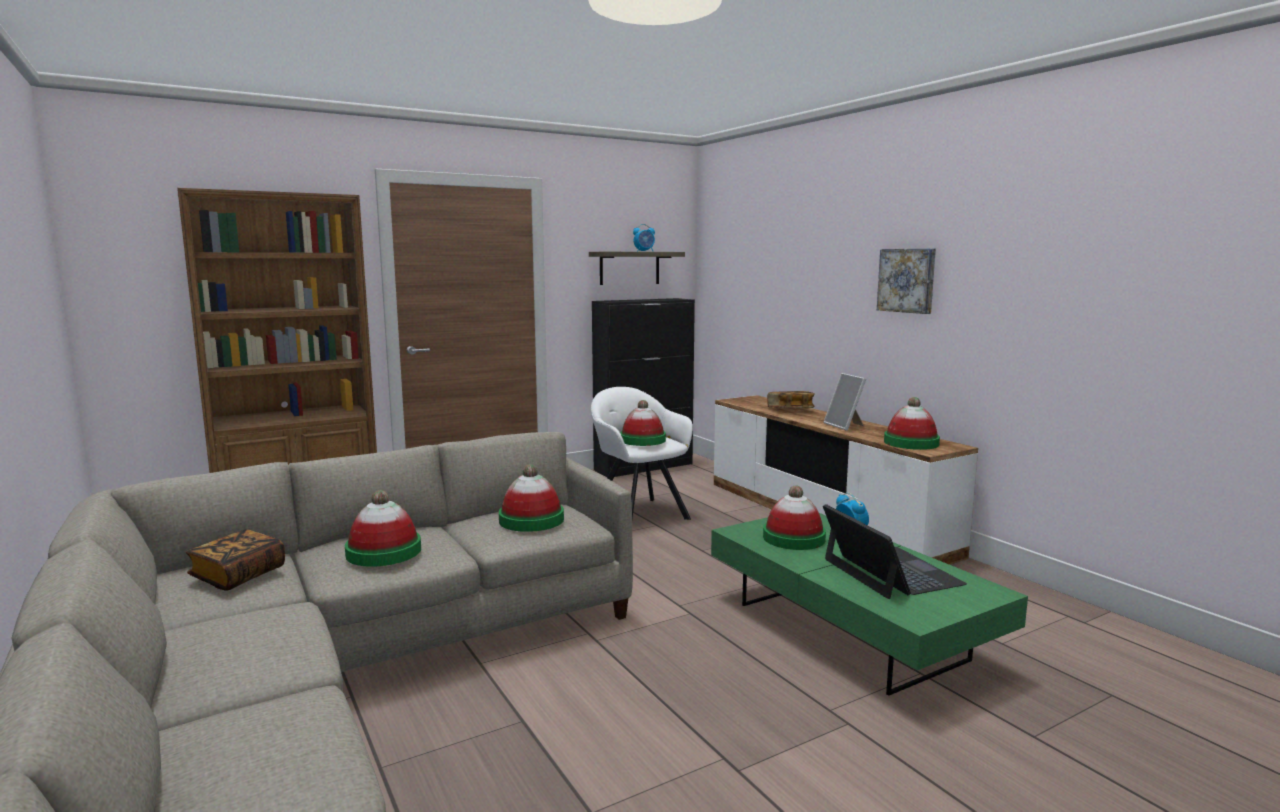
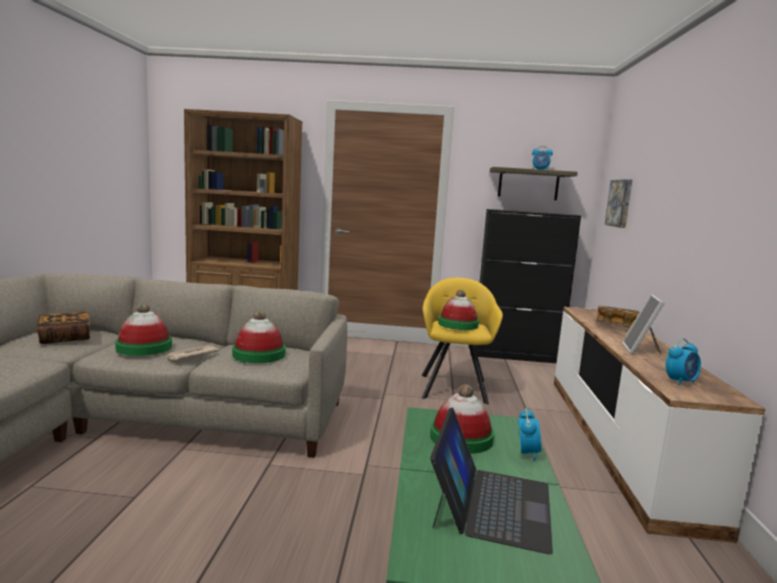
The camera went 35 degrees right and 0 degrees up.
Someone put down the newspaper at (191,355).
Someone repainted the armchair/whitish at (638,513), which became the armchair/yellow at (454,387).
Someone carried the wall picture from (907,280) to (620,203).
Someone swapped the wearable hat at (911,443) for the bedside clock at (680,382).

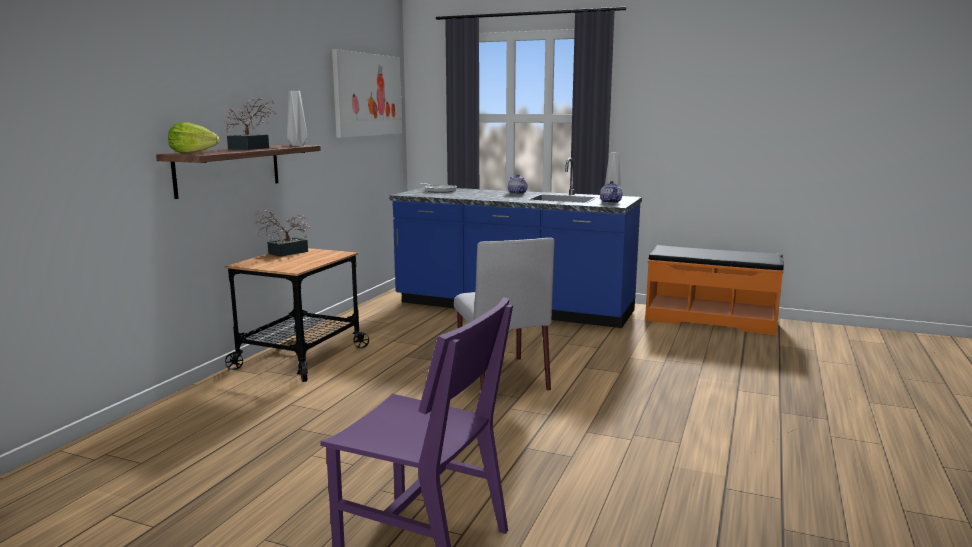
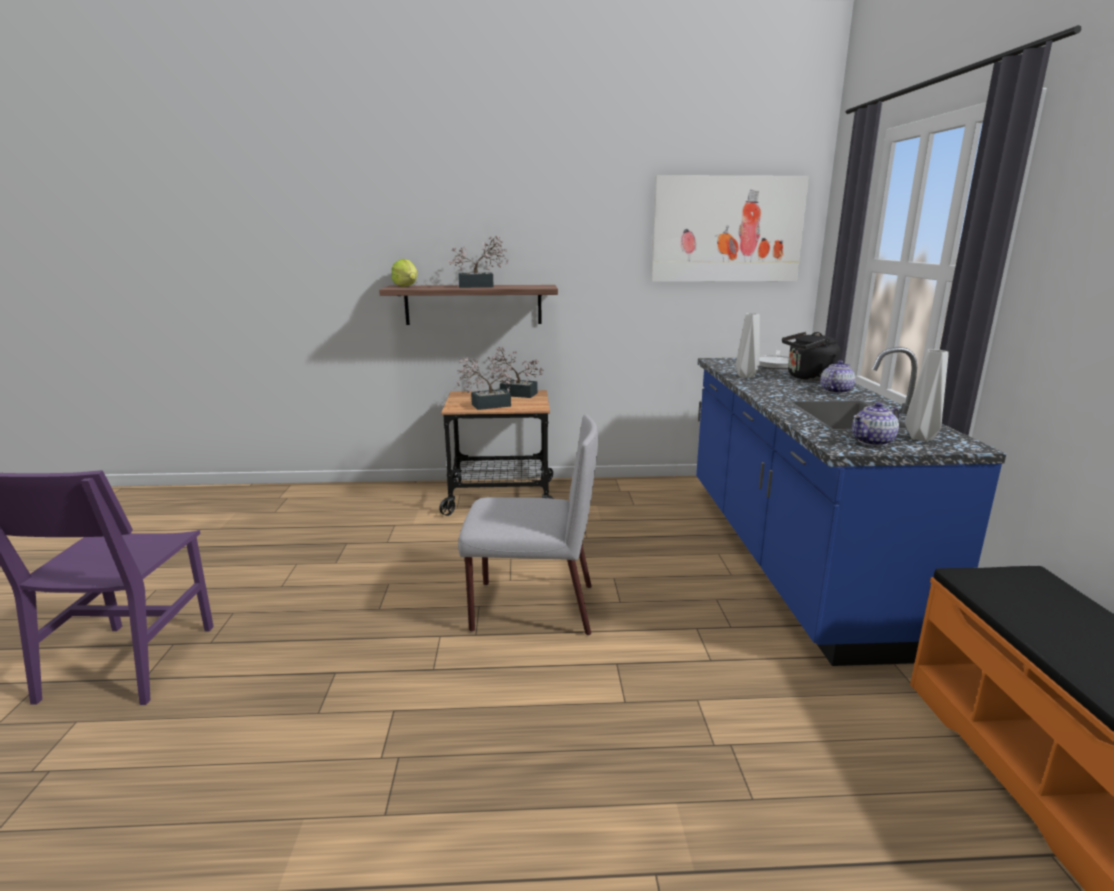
The camera went 65 degrees right and 5 degrees up.
Someone put down the potted plant at (486,405).
Someone rotated the upright chair/gray at (501,377) by 135 degrees counterclockwise.
Someone carried the flower vase/gray from (297,145) to (745,376).
Someone put down the tea kettle/black-coloured at (808,378).

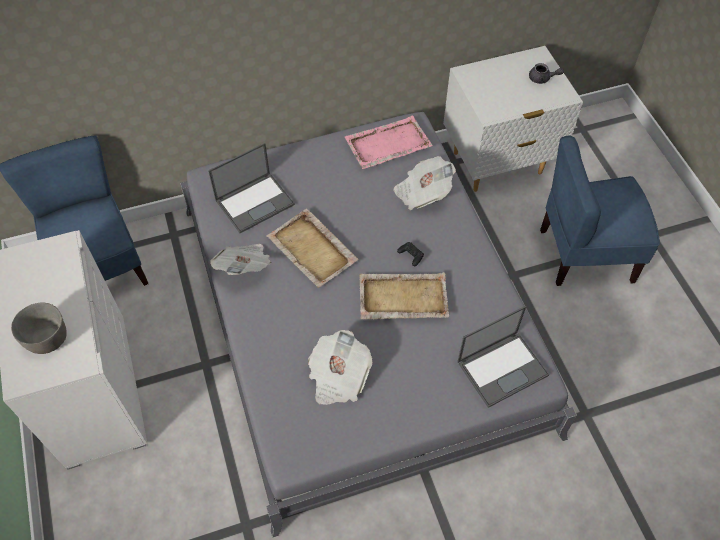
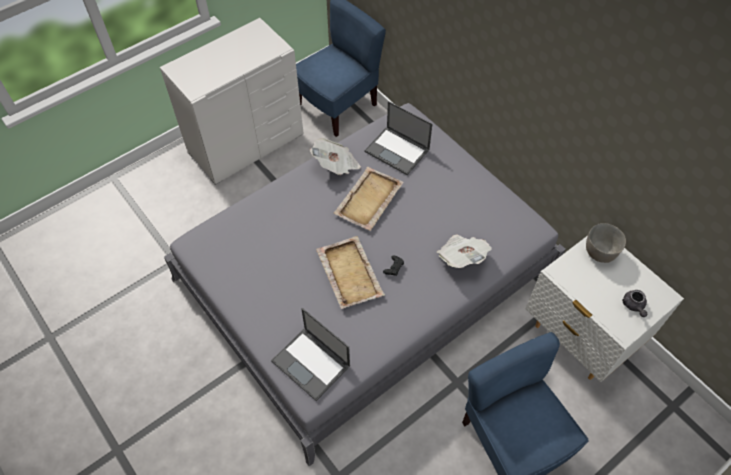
The camera went 70 degrees right and 0 degrees up.
Someone carried the serving bowl/gray from (47,338) to (600,251).
Someone took away the newspaper at (338,377).
Someone took away the serving tray/pinkish at (387,144).

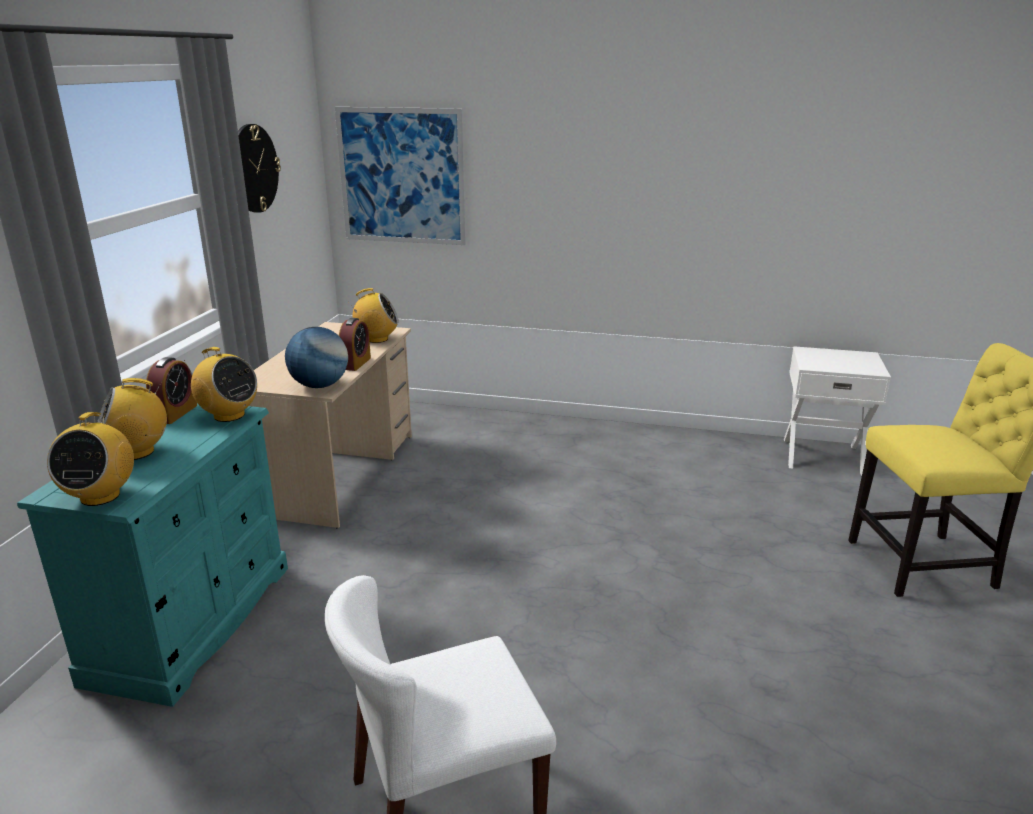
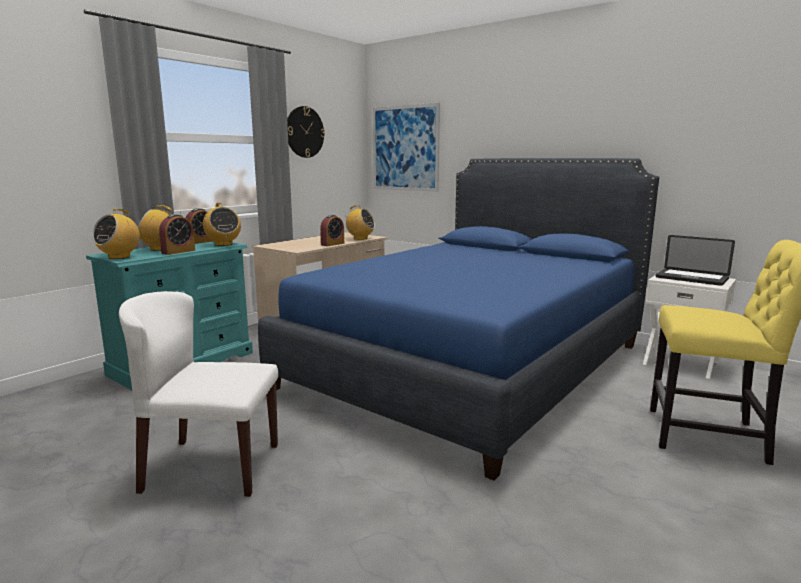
The camera went 25 degrees right and 10 degrees down.
Someone put down the bedside clock at (178,252).
Someone put down the bed/blue-coloured at (471,365).
Someone put down the portable computer at (691,278).
Someone took away the globe at (319,385).

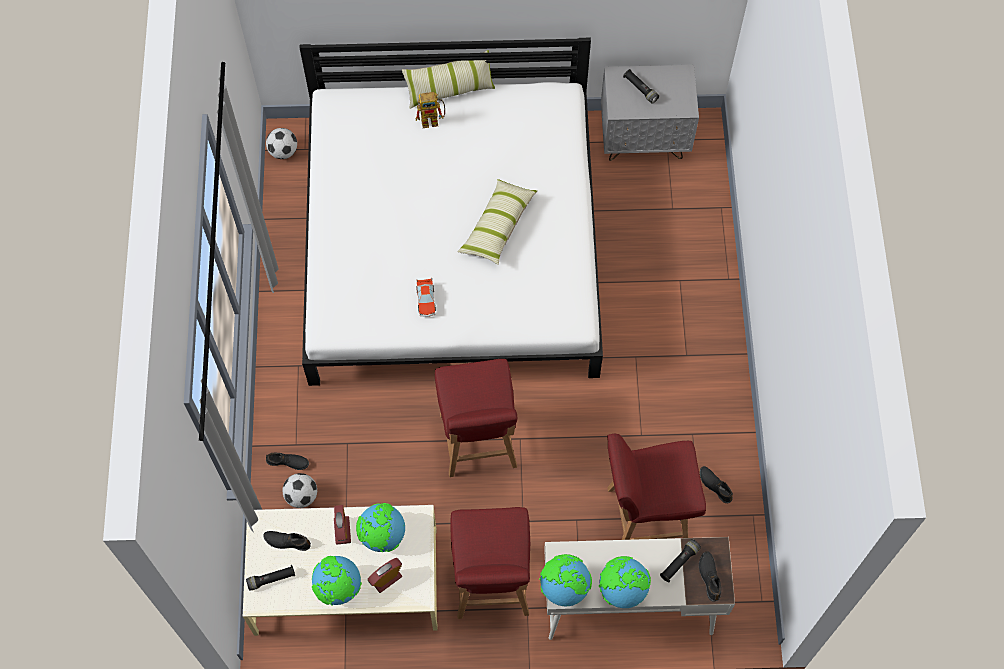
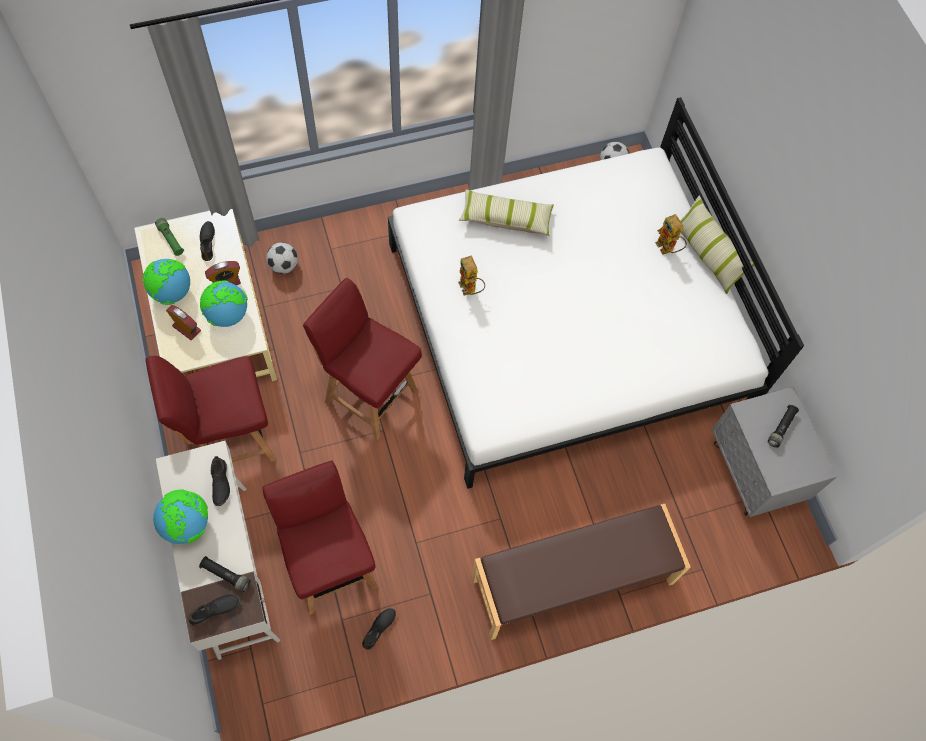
The camera went 70 degrees right and 0 degrees up.
Someone repainted the hand torch/black-coloured at (271,579), which became the hand torch/green-coloured at (170,240).
Someone carried the low shoe/black-coloured from (288,462) to (220,483).
Someone rotated the upright chair/red-coloured at (478,443) by 60 degrees clockwise.
Someone swapped the toy car at (426,301) for the model robot at (470,290).
Someone carried the throw pillow from (497,226) to (506,218).
Someone put down the indoor bench/brownish at (573,581).
Someone took away the globe at (564,587).

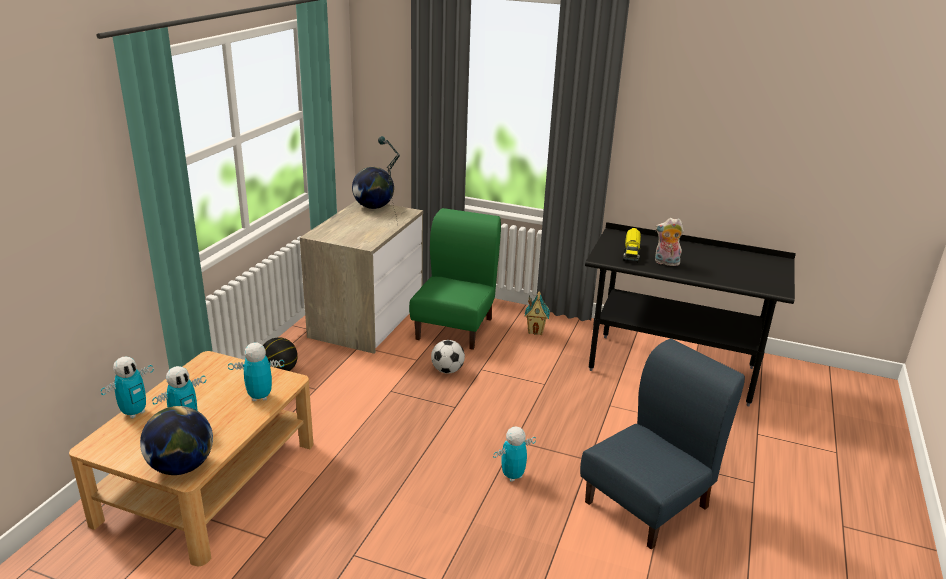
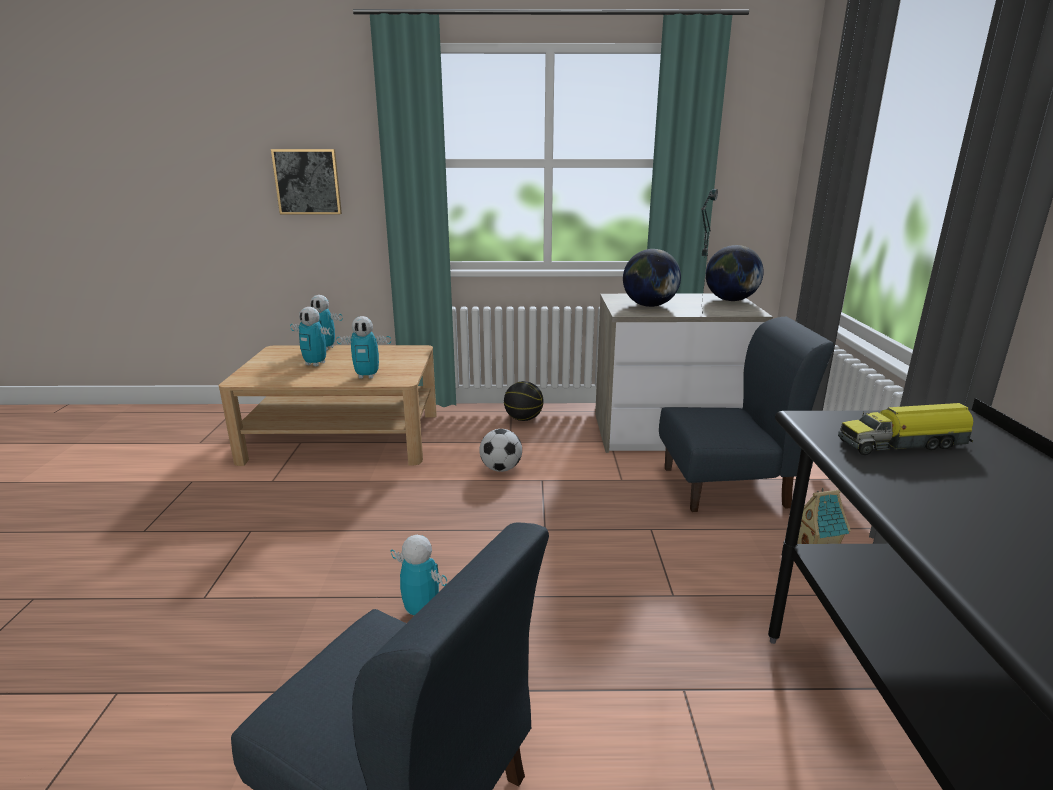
The camera went 70 degrees right and 5 degrees down.
Someone put up the wall picture at (307,182).
Someone rotated the model robot at (259,397) by 120 degrees clockwise.
Someone carried the football ball from (447,370) to (501,469).
Someone carried the globe from (181,467) to (649,305).
Someone repainted the upright chair/green-coloured at (455,328), which became the upright chair/blue-coloured at (726,487).
Someone took away the soft toy at (666,263).

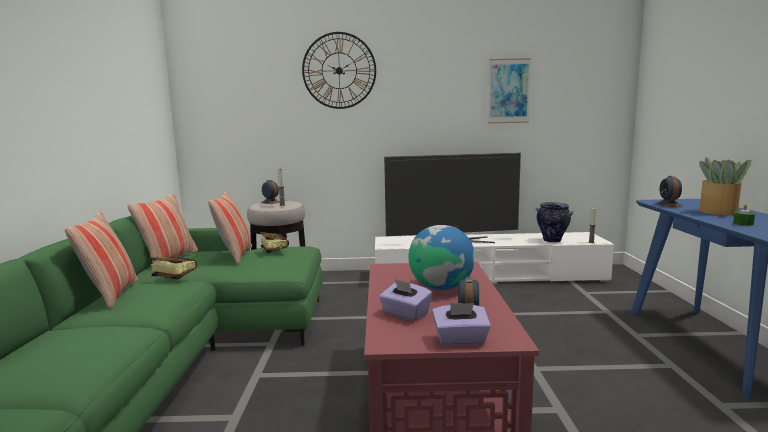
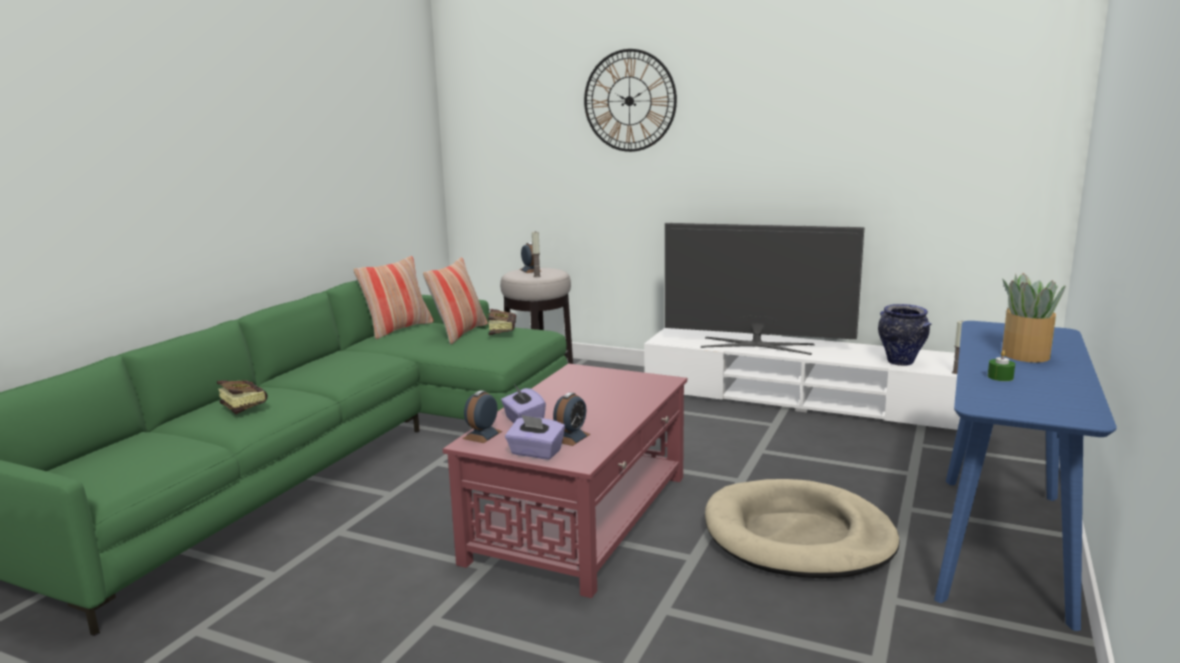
The camera went 25 degrees right and 5 degrees up.
Someone carried the volume from (171,277) to (241,407).
Someone carried the bedside clock from (669,205) to (482,435).
Someone put down the dog bed/beige-coloured at (798,536).
Someone took away the throw pillow at (111,294).
Someone took away the globe at (441,287).
Someone took away the wall picture at (509,91).

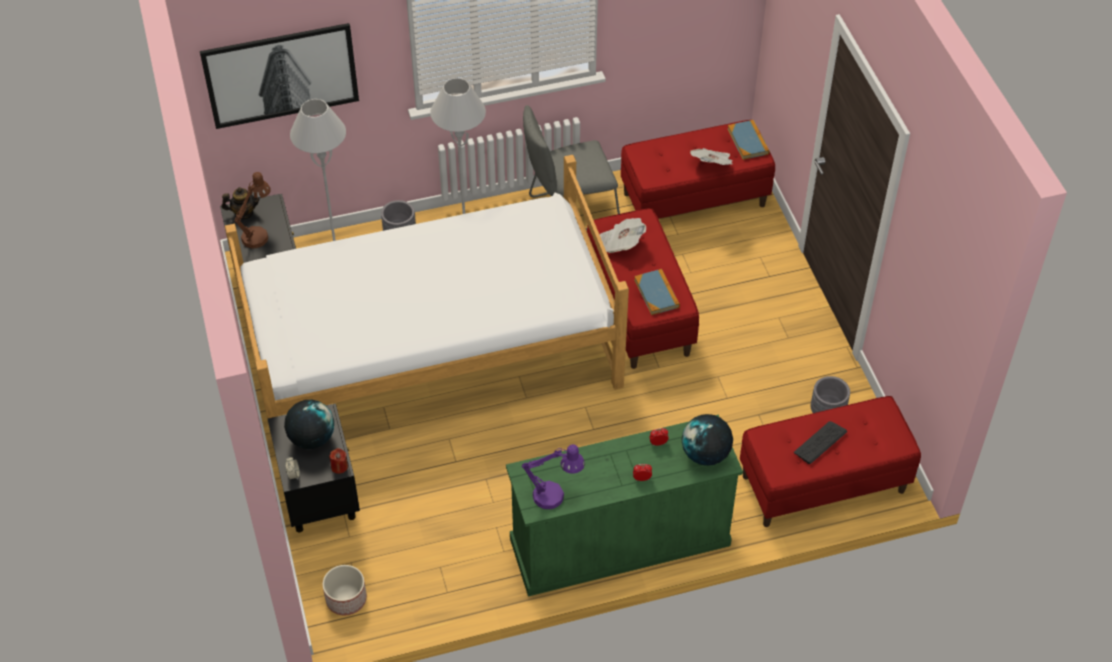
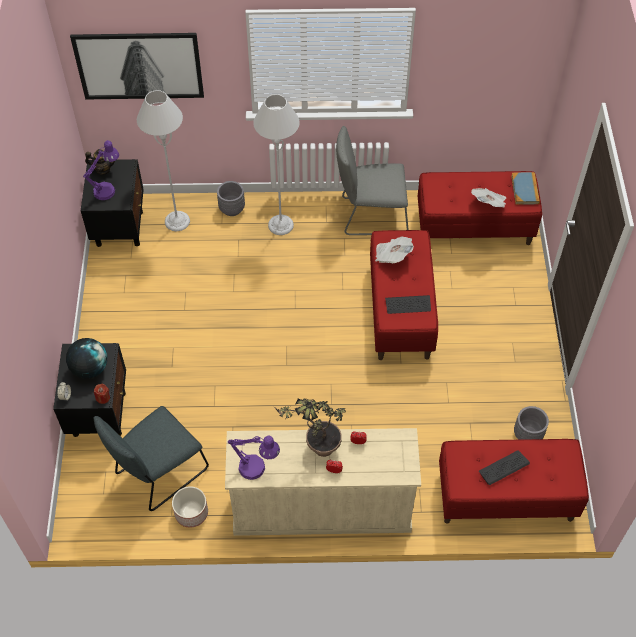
The camera went 15 degrees right and 5 degrees up.
Someone repainted the table lamp/brownish at (258,234), which became the table lamp/purple at (108,189).
Someone put down the upright chair/gray at (158,473).
Someone carried the plant pot from (346,598) to (191,512).
Someone repainted the dresser/green-coloured at (618,543), which became the dresser/beige-coloured at (320,507).
Someone put down the potted plant at (315,447).
Someone swapped the volume at (656,293) for the PC keyboard at (408,305).
Someone took away the bed at (431,355).
Someone took away the globe at (705,454).

